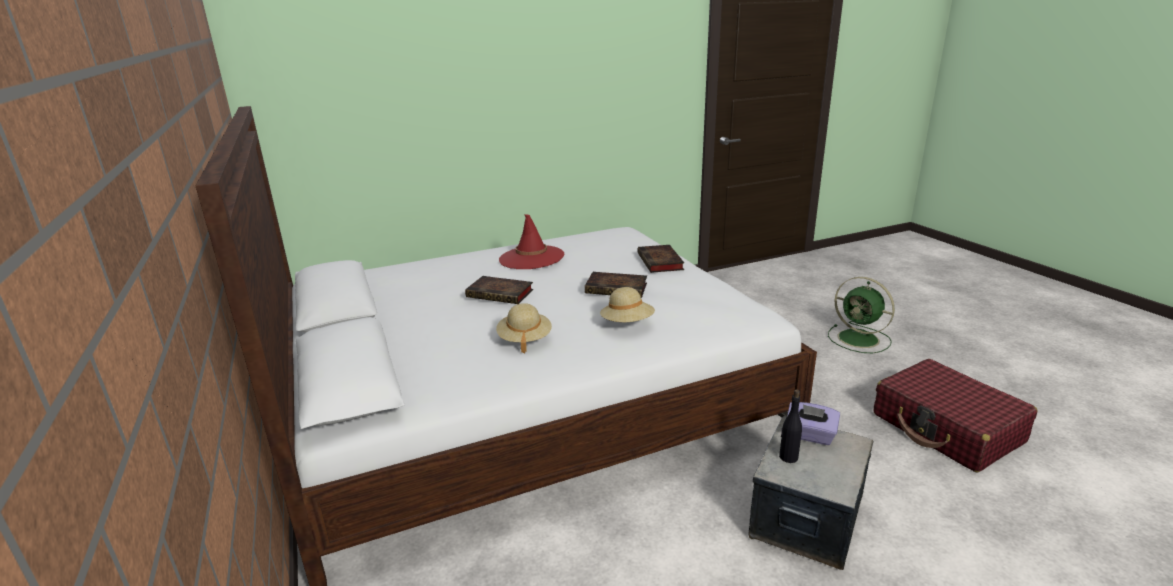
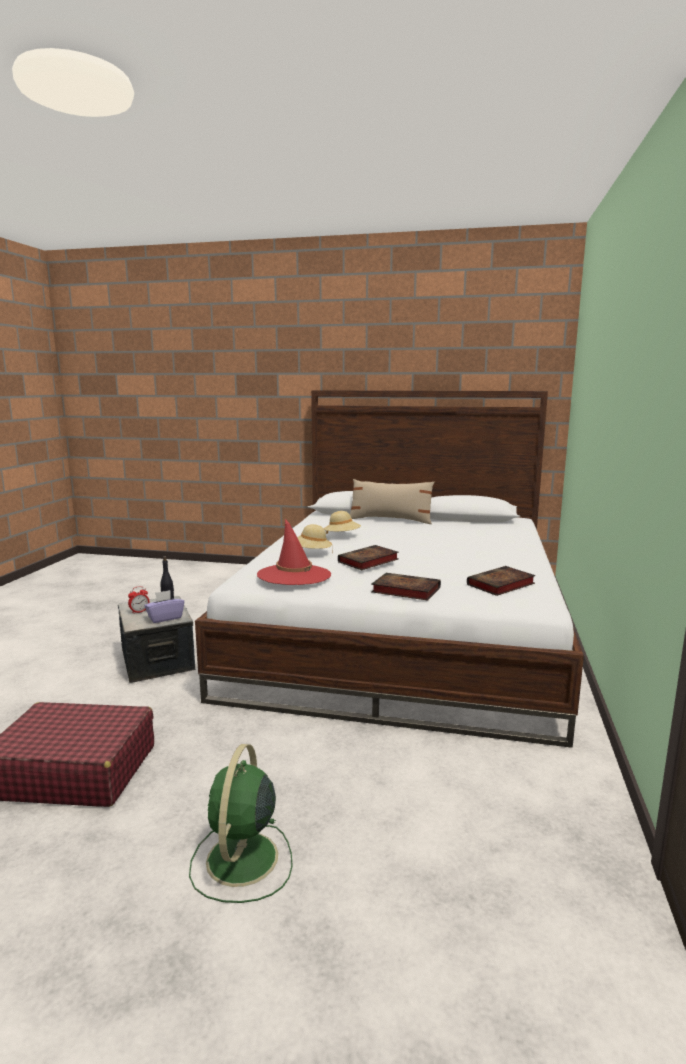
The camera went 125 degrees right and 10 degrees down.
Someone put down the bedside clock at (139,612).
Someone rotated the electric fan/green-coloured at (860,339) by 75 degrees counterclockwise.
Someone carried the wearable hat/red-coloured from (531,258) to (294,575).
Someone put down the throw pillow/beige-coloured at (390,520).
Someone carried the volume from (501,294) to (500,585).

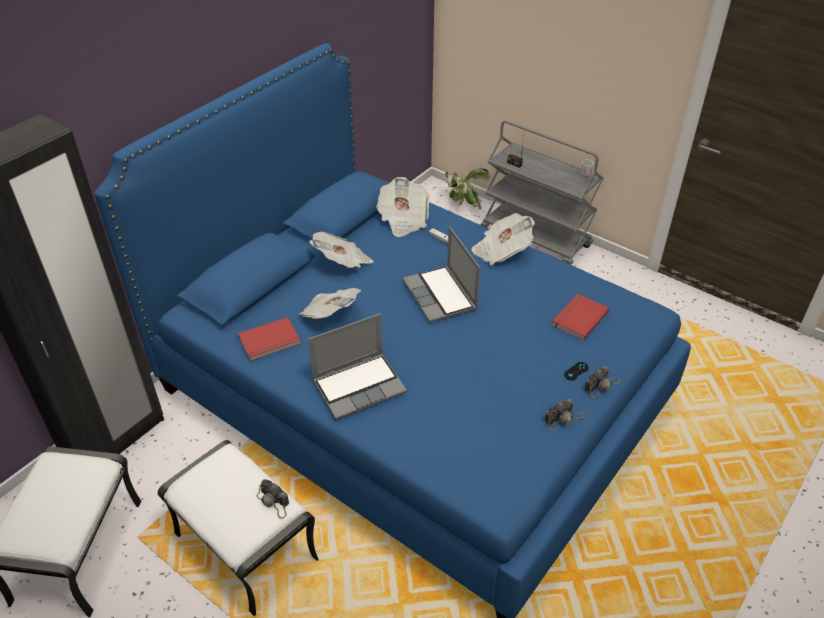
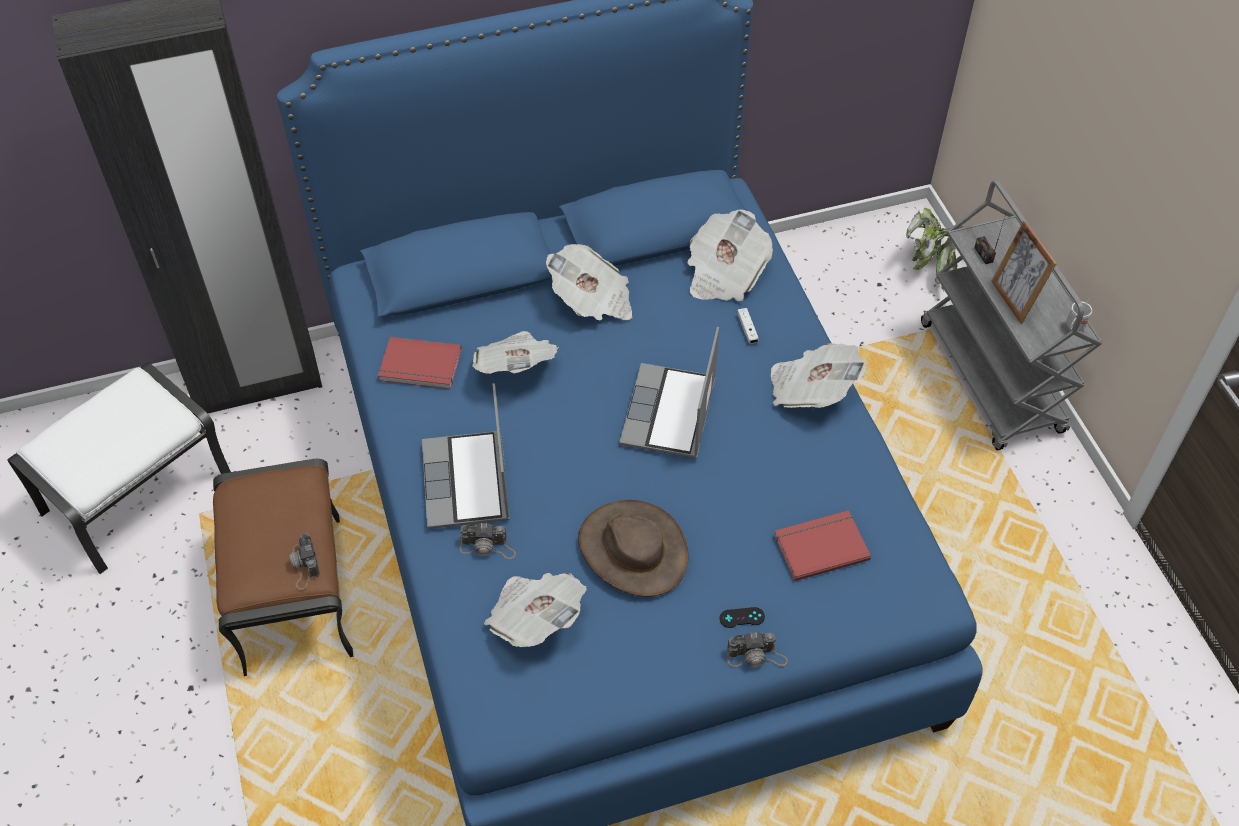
The camera went 35 degrees right and 10 degrees up.
Someone repainted the footrest/whitish at (247,546), which became the footrest/brownish at (295,594).
Someone rotated the portable computer at (360,386) by 75 degrees clockwise.
Someone carried the photo camera from (564,418) to (488,546).
Someone put down the newspaper at (535,619).
Someone put down the wearable hat/brownish at (633,549).
Someone put down the standing frame at (1013,300).

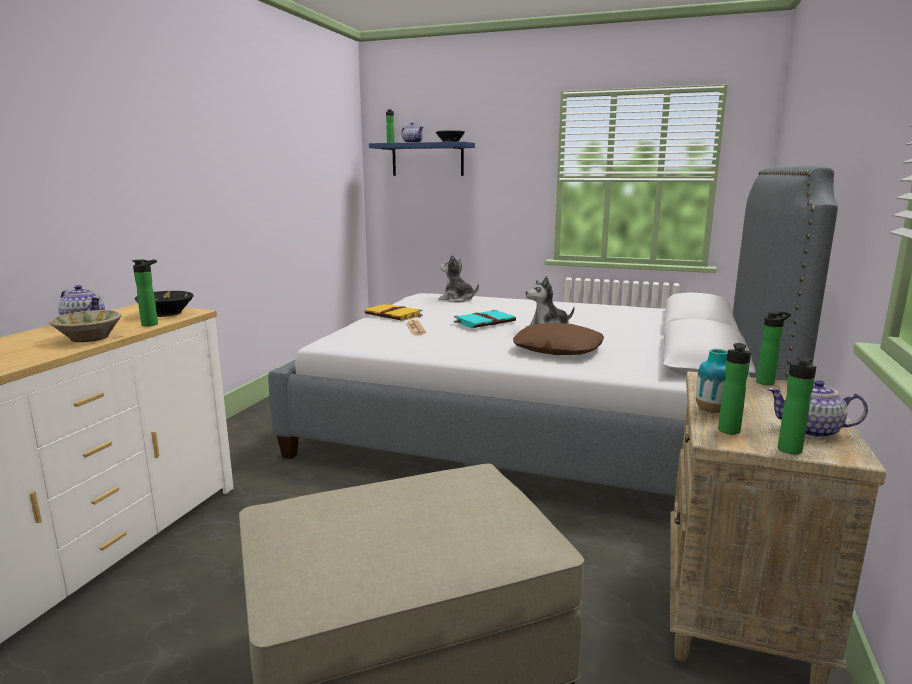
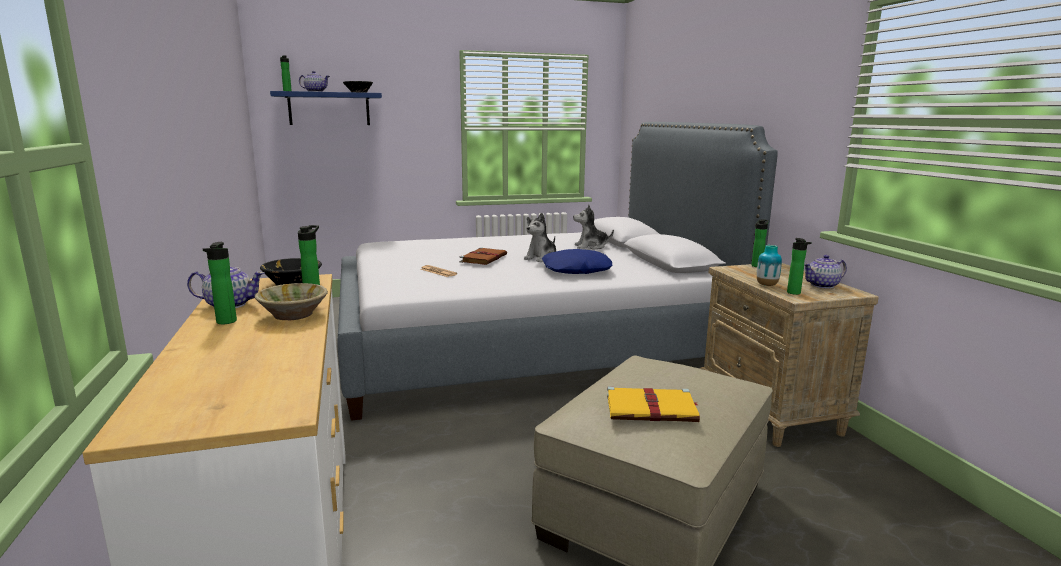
The camera went 35 degrees left and 0 degrees up.
Someone carried the drink bottle from (789,451) to (225,322).
Someone repainted the volume/turquoise-coloured at (485,322), which became the volume/brownish at (484,258).
Someone repainted the throw pillow/brownish at (557,349), which became the throw pillow/blue-coloured at (576,270).
Someone carried the soft toy from (457,300) to (591,247).
Someone carried the volume/yellow from (394,315) to (652,409).

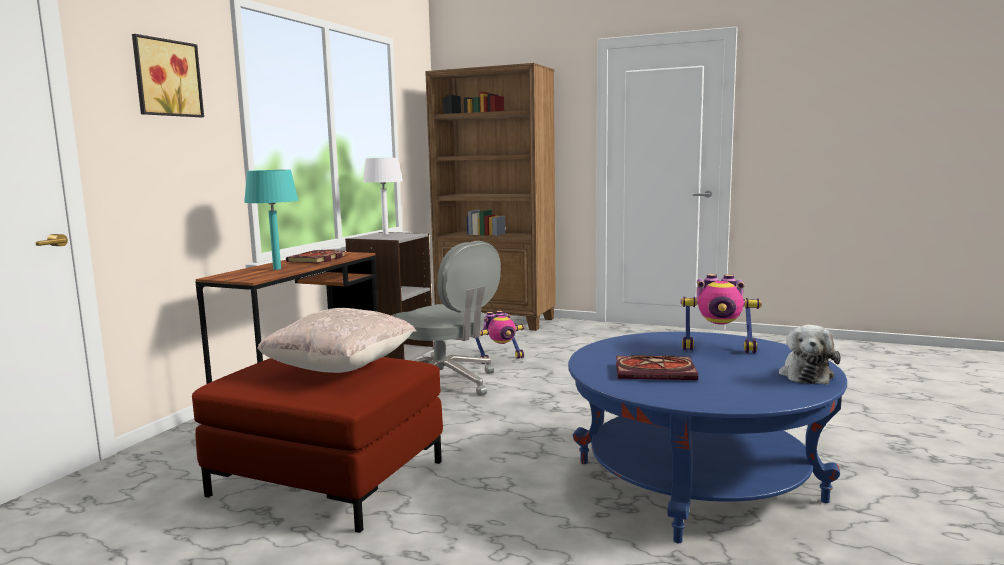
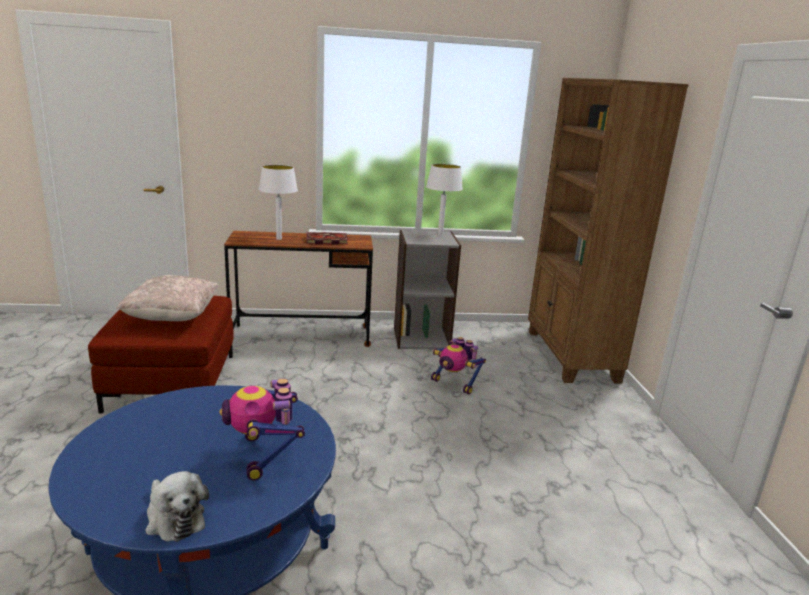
The camera went 60 degrees right and 10 degrees up.
Someone rotated the soft toy at (806,374) by 120 degrees counterclockwise.
Someone repainted the table lamp/turquoise-coloured at (277,269), which became the table lamp/whitish at (279,239).
Someone took away the wall picture at (165,78).
Someone took away the desk chair/gray at (444,383).
Someone took away the volume at (657,371).

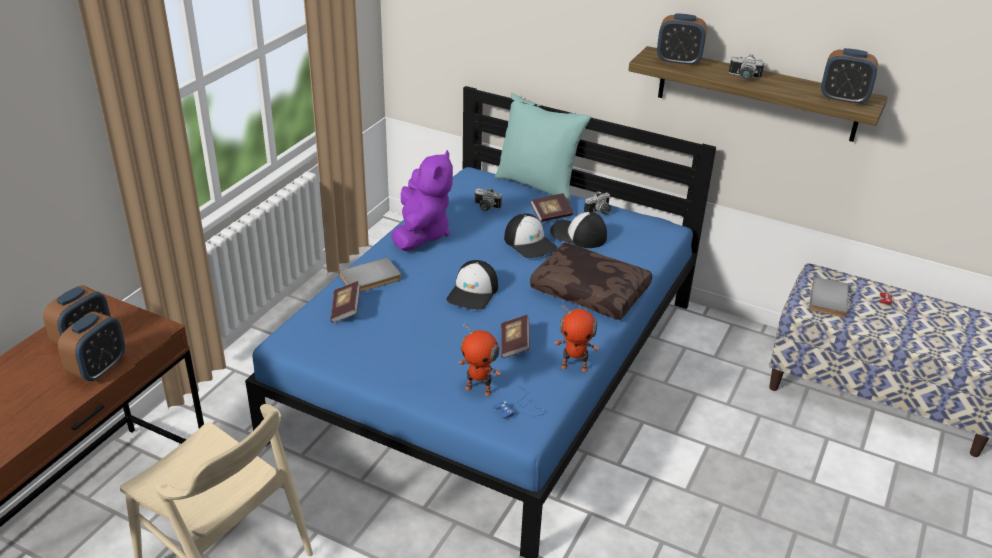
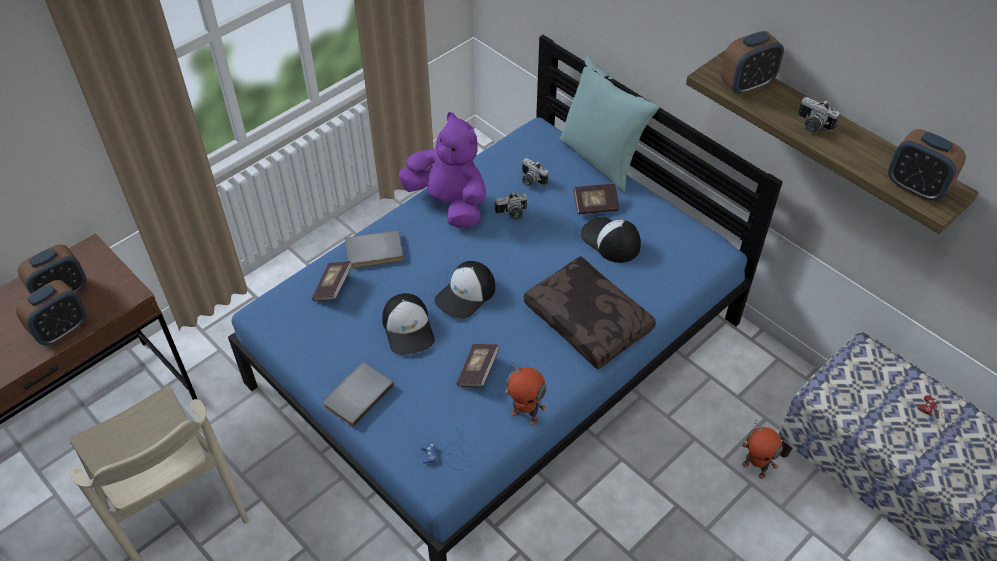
The camera went 20 degrees right and 15 degrees up.
Someone carried the volume/gray from (826,299) to (356,395).
Someone carried the peaked cap from (530,243) to (408,328).
Someone rotated the soft toy/purple at (421,234) by 75 degrees counterclockwise.
Someone carried the photo camera from (599,212) to (512,214).
Someone rotated the bedside clock at (678,62) by 60 degrees counterclockwise.
Someone carried the model robot from (479,389) to (755,468).

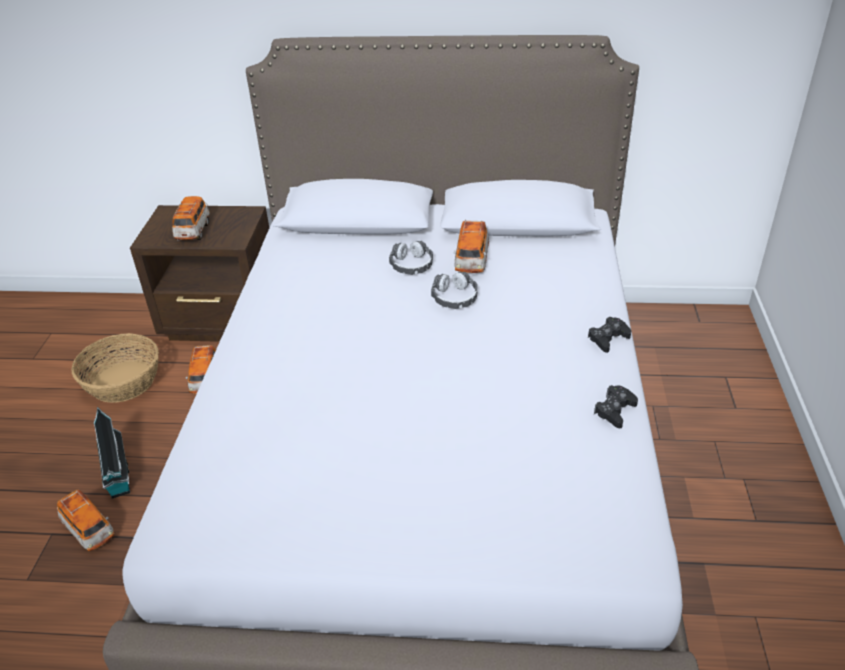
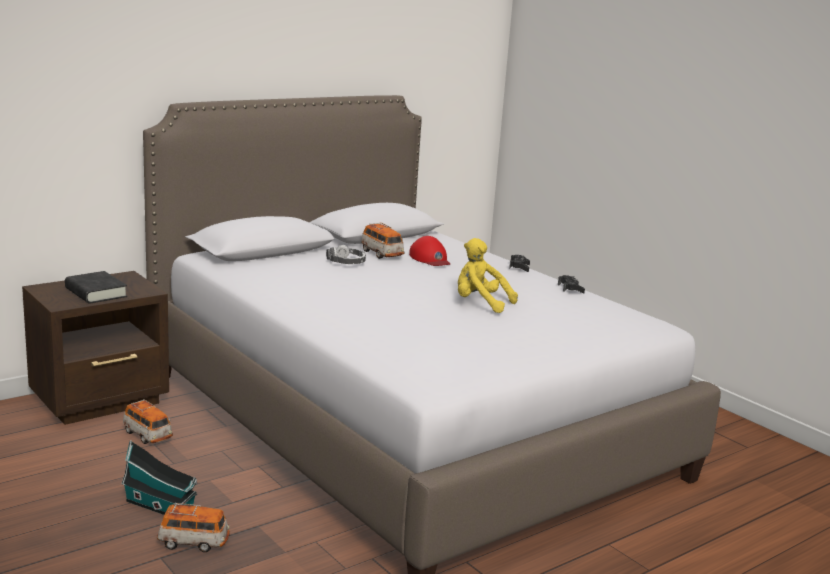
The camera went 45 degrees left and 20 degrees down.
Someone swapped the toy car at (193,231) for the volume/black-coloured at (96,293).
Someone put down the peaked cap/red-coloured at (430,259).
Someone put down the soft toy/yellow at (480,303).
Someone took away the household basket at (123,381).
Someone took away the headset at (454,297).

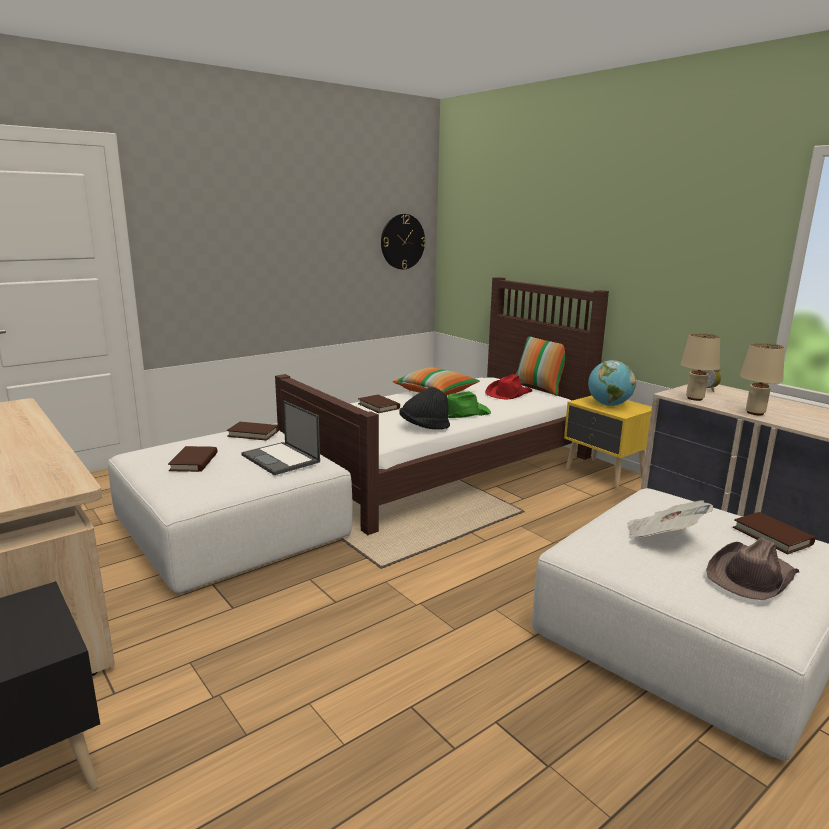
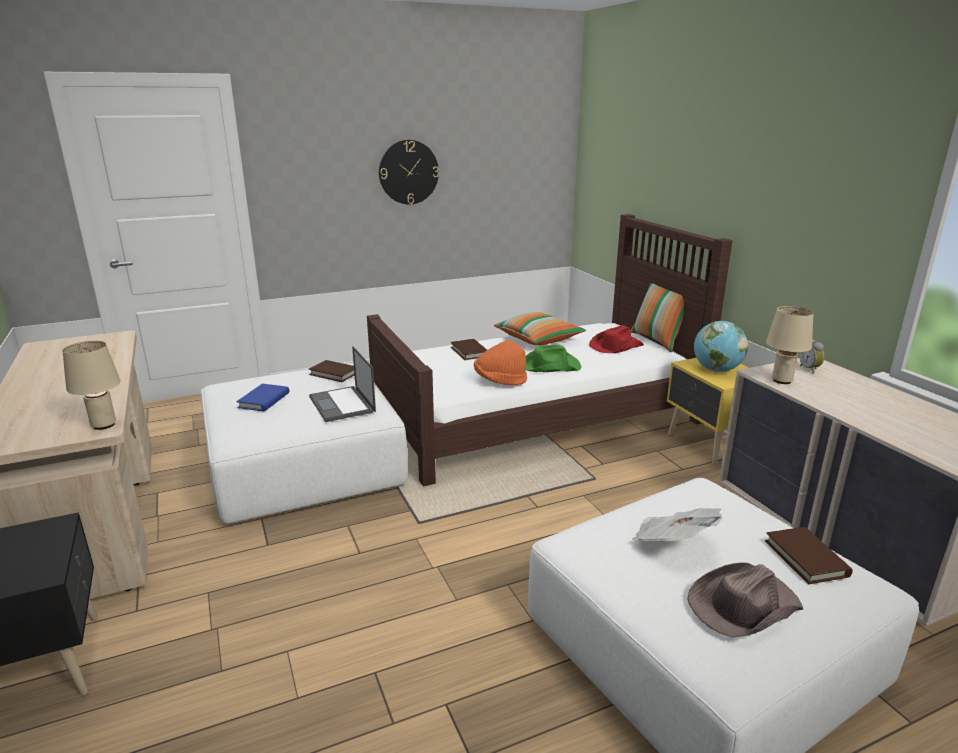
The camera went 15 degrees right and 5 degrees up.
Someone carried the table lamp/beige-coloured from (755,413) to (103,425).
Someone repainted the volume/brownish at (194,462), which became the volume/blue-coloured at (264,400).
Someone carried the wall clock from (402,241) to (408,172).
Someone repainted the wearable hat/black-coloured at (424,427), which became the wearable hat/orange at (500,381).

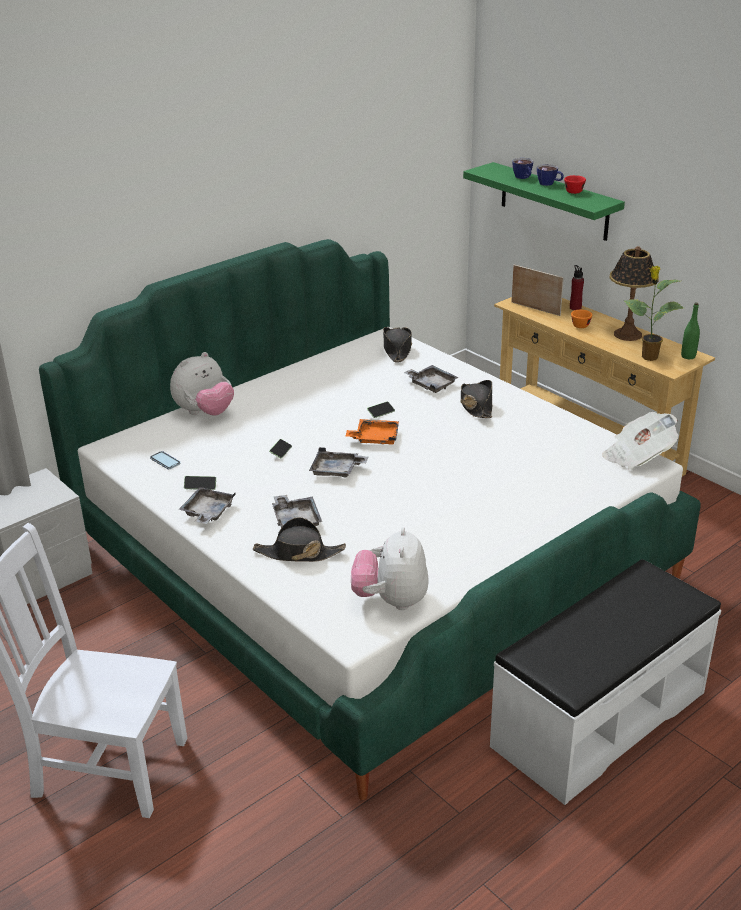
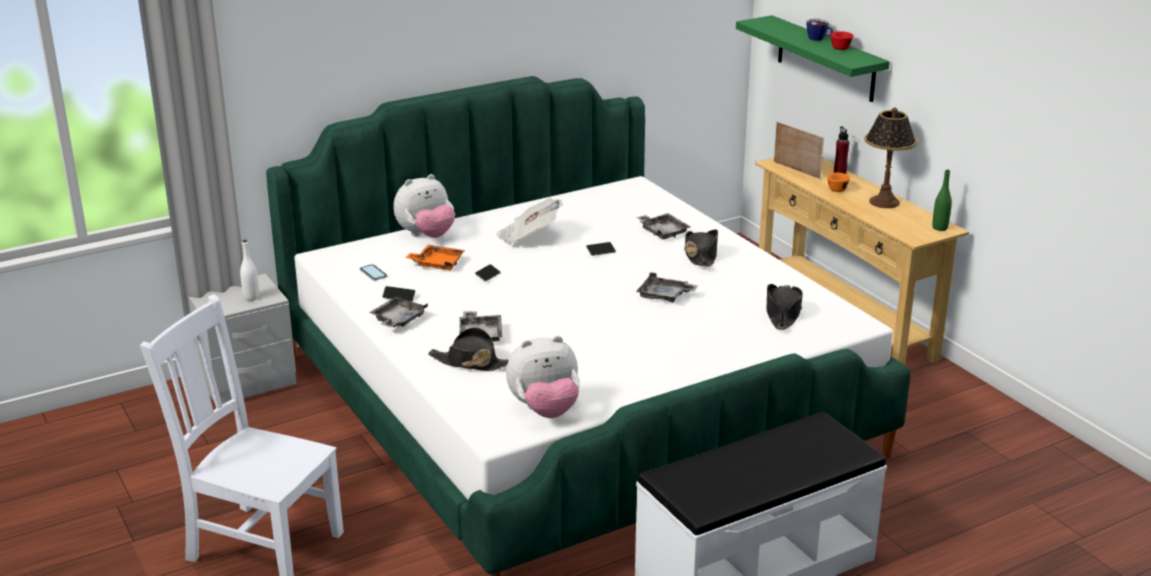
The camera went 10 degrees right and 5 degrees down.
Someone put down the drink bottle/whitish at (251,297).
Someone carried the serving tray/orange from (375,438) to (437,264).
Someone carried the newspaper from (638,456) to (528,237).
Someone rotated the soft toy at (391,600) by 120 degrees counterclockwise.
Someone carried the serving tray/gray from (337,470) to (664,296).
Someone carried the wearable hat/black-coloured from (397,349) to (782,313).
Someone took away the cup at (523,177).
Someone took away the potted plant at (648,357).

